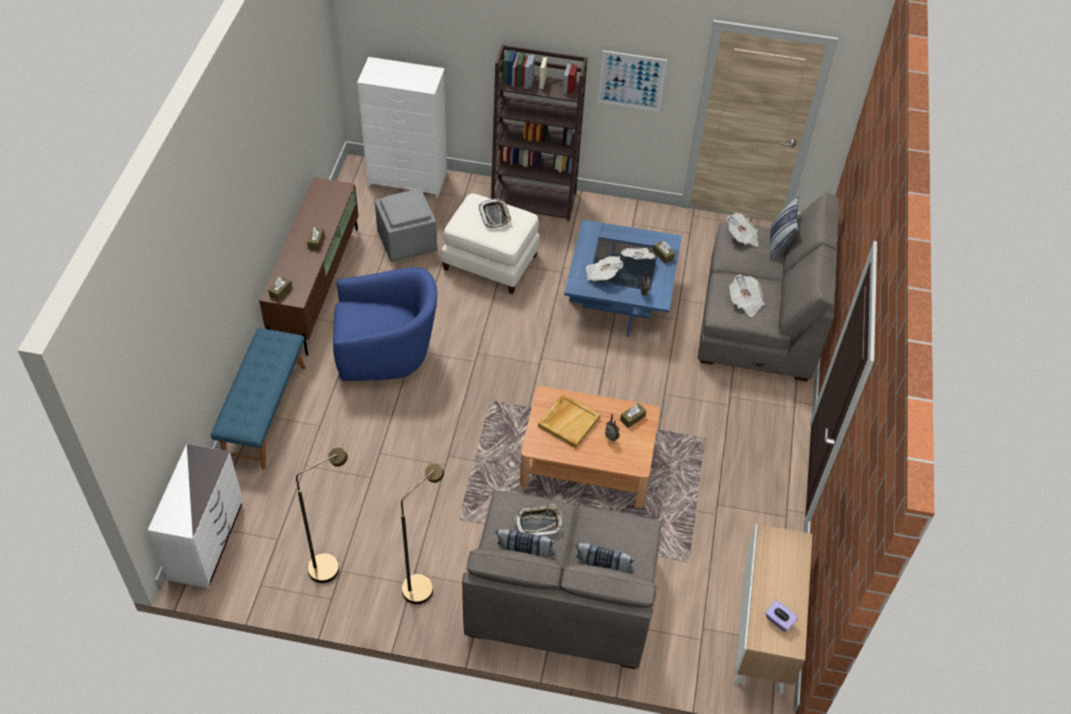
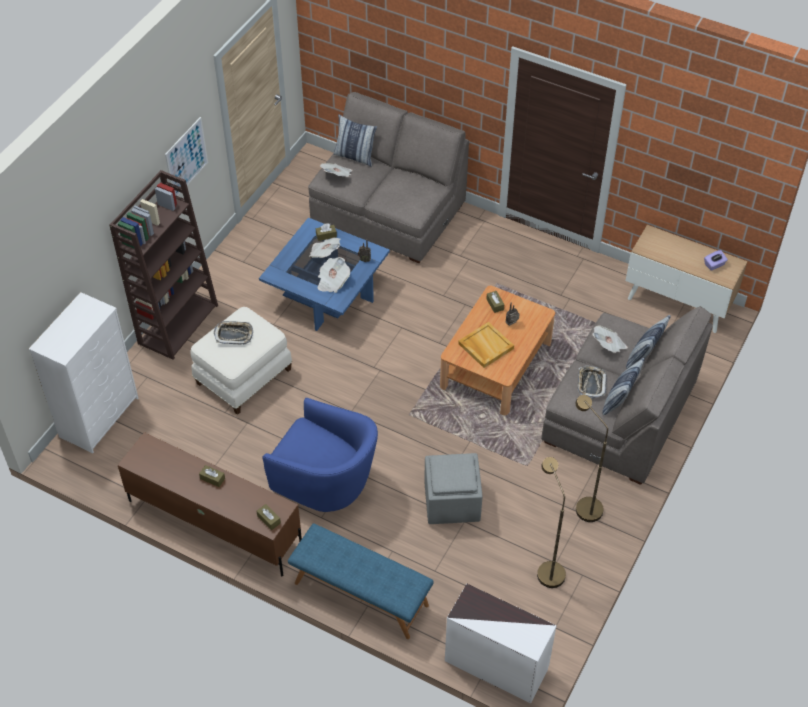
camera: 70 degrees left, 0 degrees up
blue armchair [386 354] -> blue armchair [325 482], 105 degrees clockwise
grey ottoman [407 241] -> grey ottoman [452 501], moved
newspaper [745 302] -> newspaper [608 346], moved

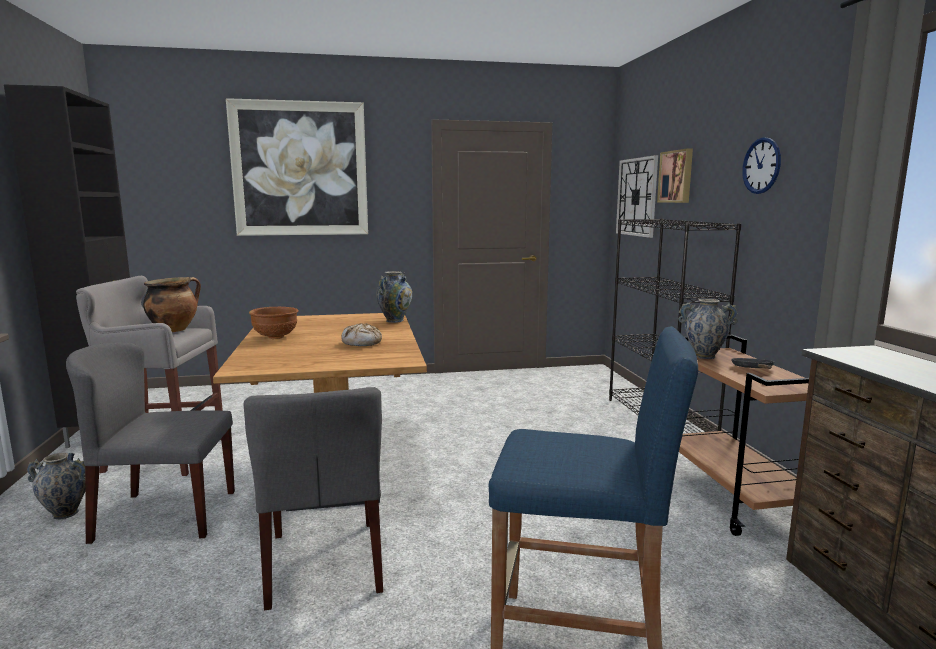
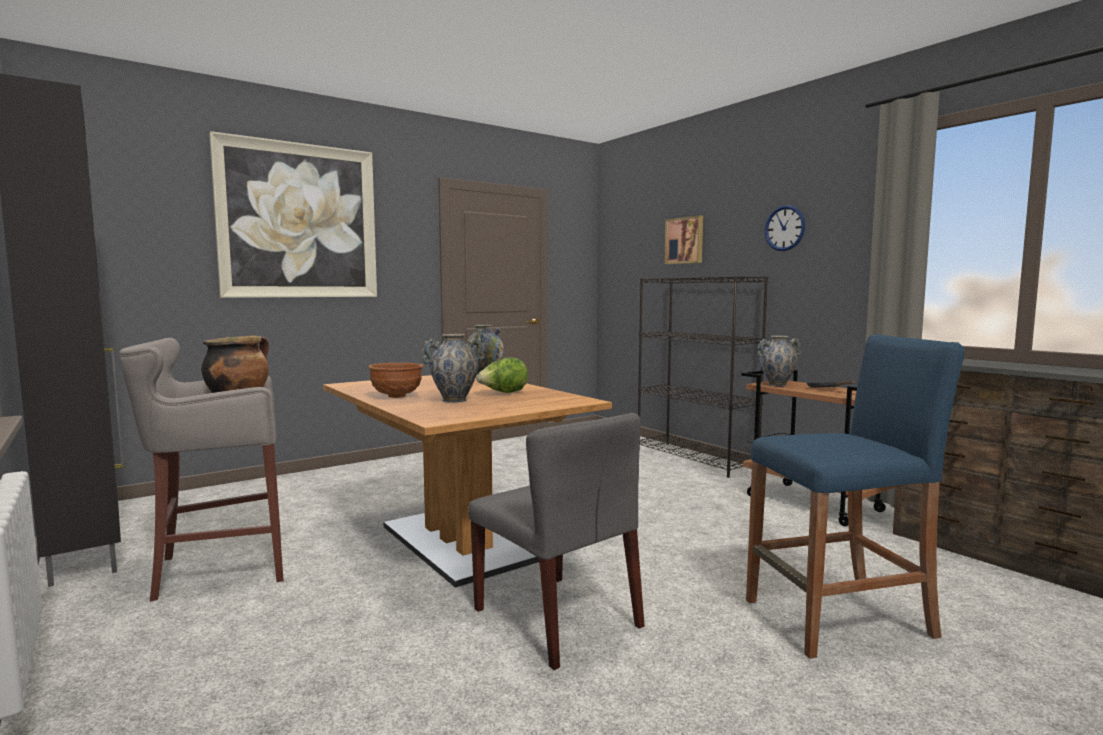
camera: 25 degrees left, 5 degrees down
vase [65 513] -> vase [454 400], moved
grey chair [165 515] -> none
bread [362 343] -> lettuce [503 393]
wall clock [637 197] -> none

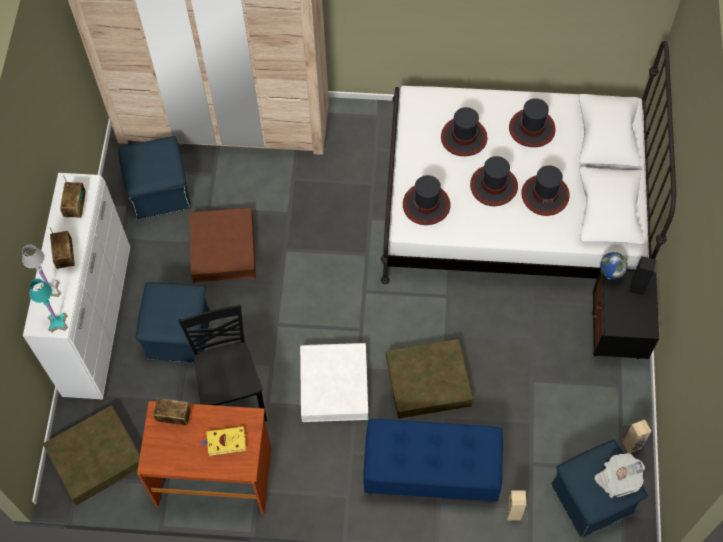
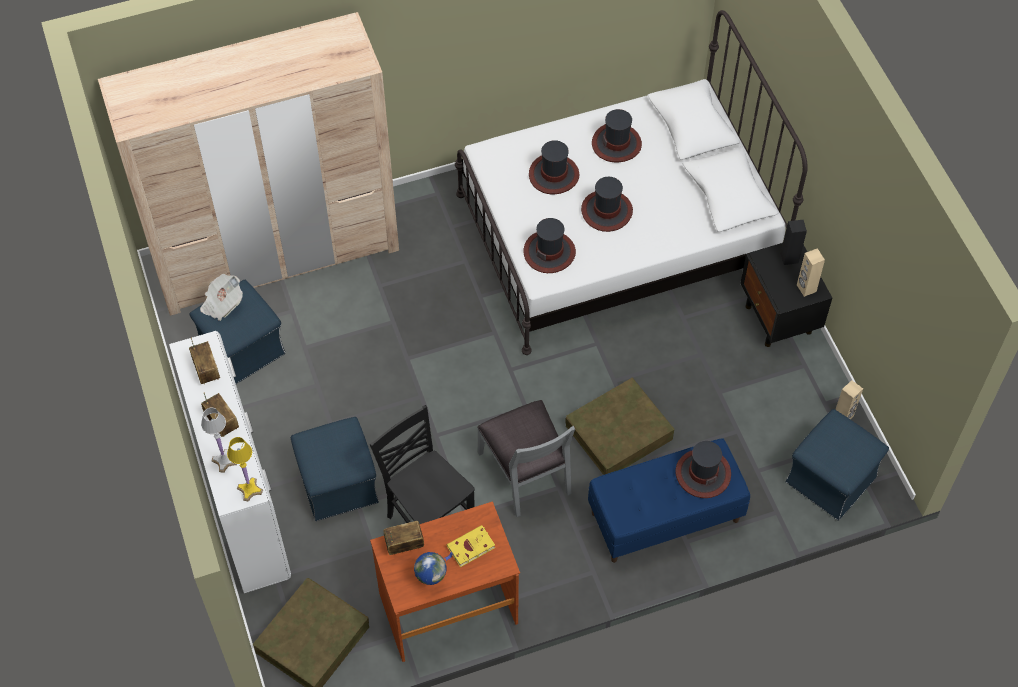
camera: 25 degrees left, 5 degrees down
turquoise table lamp [58 323] -> yellow table lamp [250 490]
brown storage box [223 249] -> none
white storage box [334 386] -> grey chair [526 472]
beige speaker [513 513] -> beige speaker [806 288], moved
hat [545 195] -> hat [702 473], moved
newspaper [617 479] -> newspaper [222 304], moved
globe [609 276] -> globe [431 581], moved

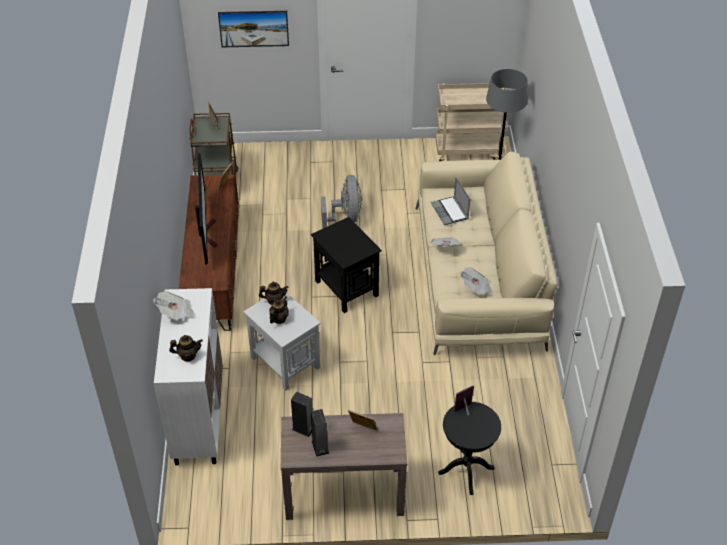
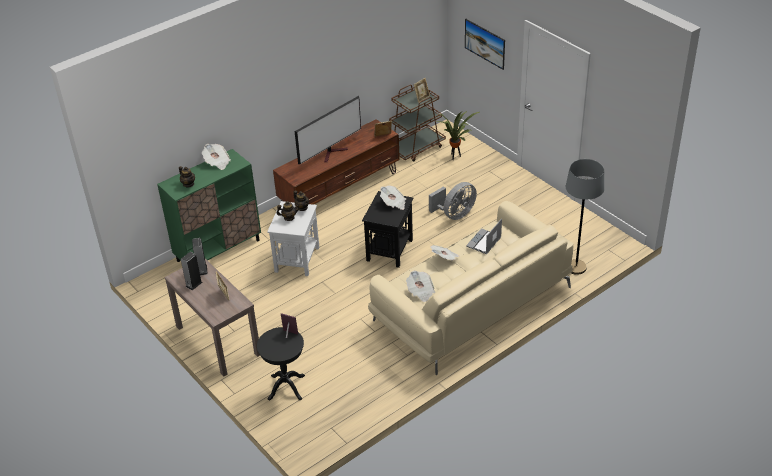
camera: 55 degrees right, 5 degrees down
white cabinet [199 419] -> green cabinet [219 250]
beige cart [469 150] -> none
none -> newspaper [393 203]
none -> potted plant [455 157]

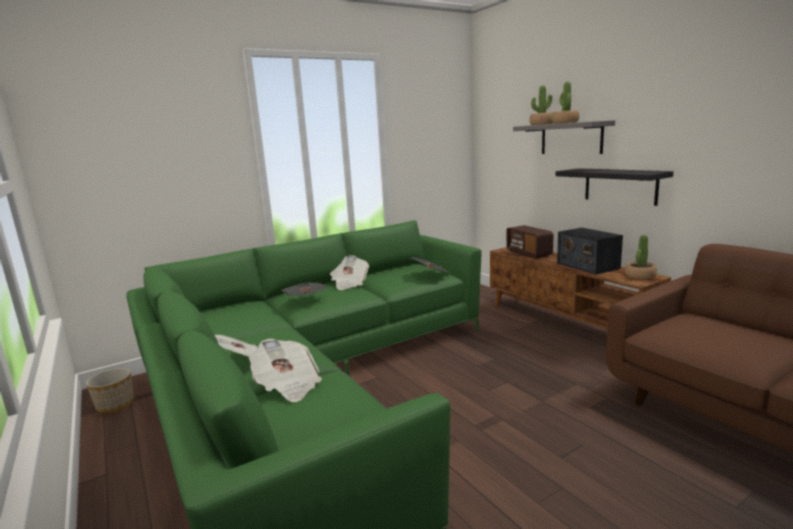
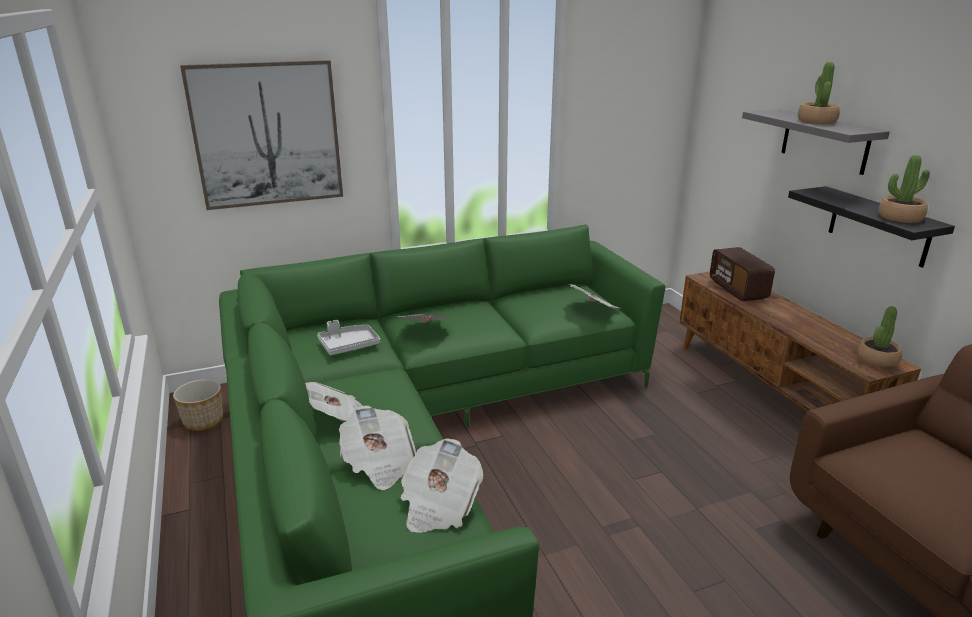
camera: 10 degrees right, 10 degrees up
newspaper [349 283] -> newspaper [439 505], moved
potted plant [542 124] -> potted plant [900 217], moved
radio [587 265] -> none
none -> picture [267 135]
none -> grey tray [348 346]

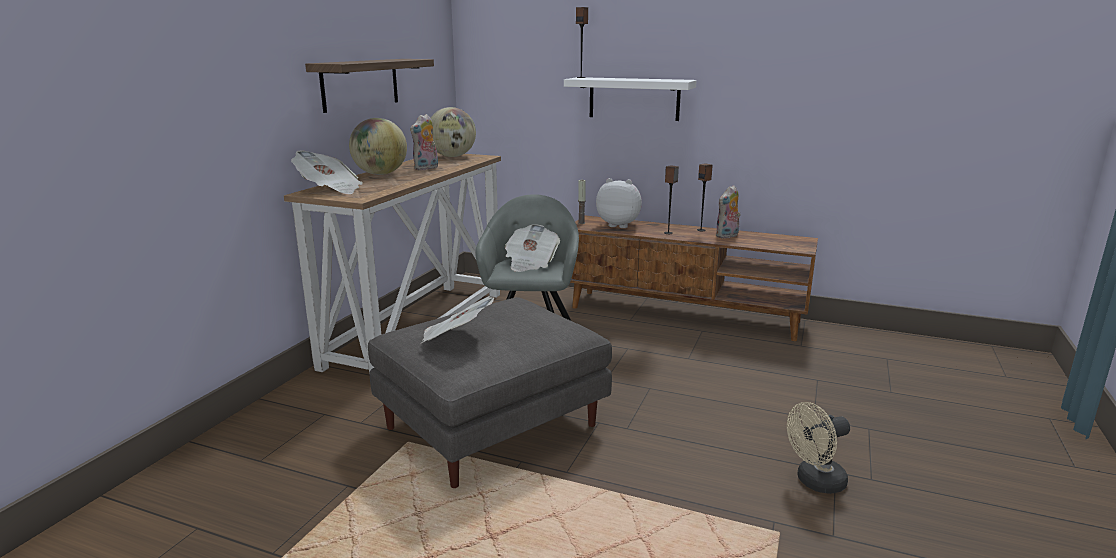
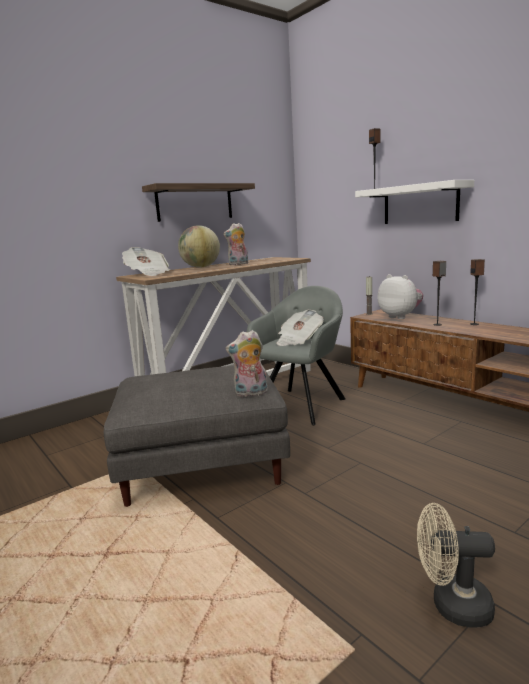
camera: 30 degrees right, 5 degrees down
newspaper [456 338] -> none
globe [452 156] -> none
plush toy [727 236] -> plush toy [250 394], moved

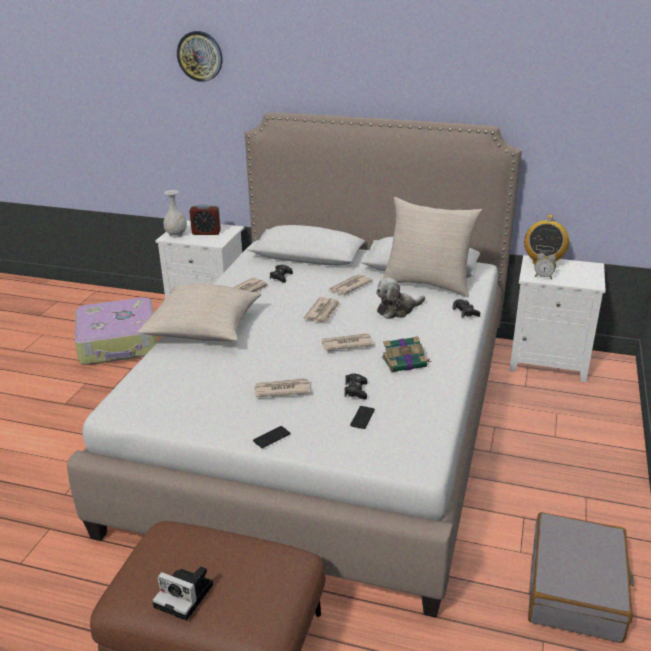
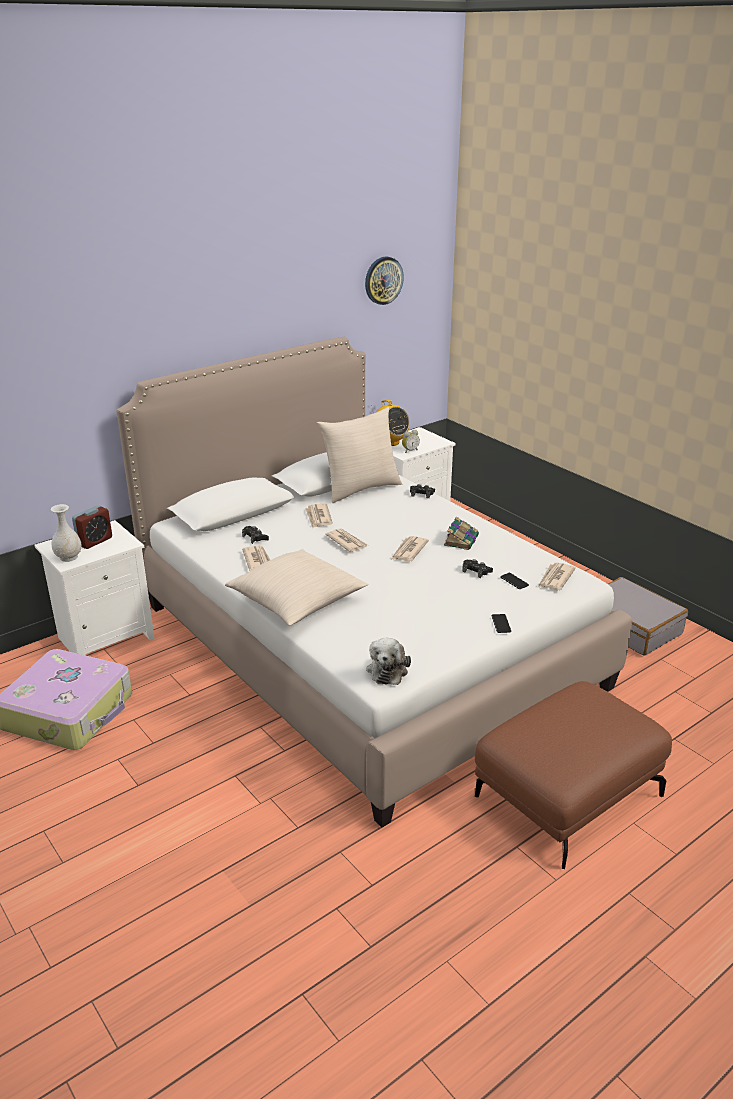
camera: 55 degrees left, 0 degrees up
photo camera [186 596] -> none
wall clock [200 56] -> wall clock [383 280], moved
newspaper [281 390] -> newspaper [555 578], moved
plush toy [397 310] -> plush toy [388 669], moved

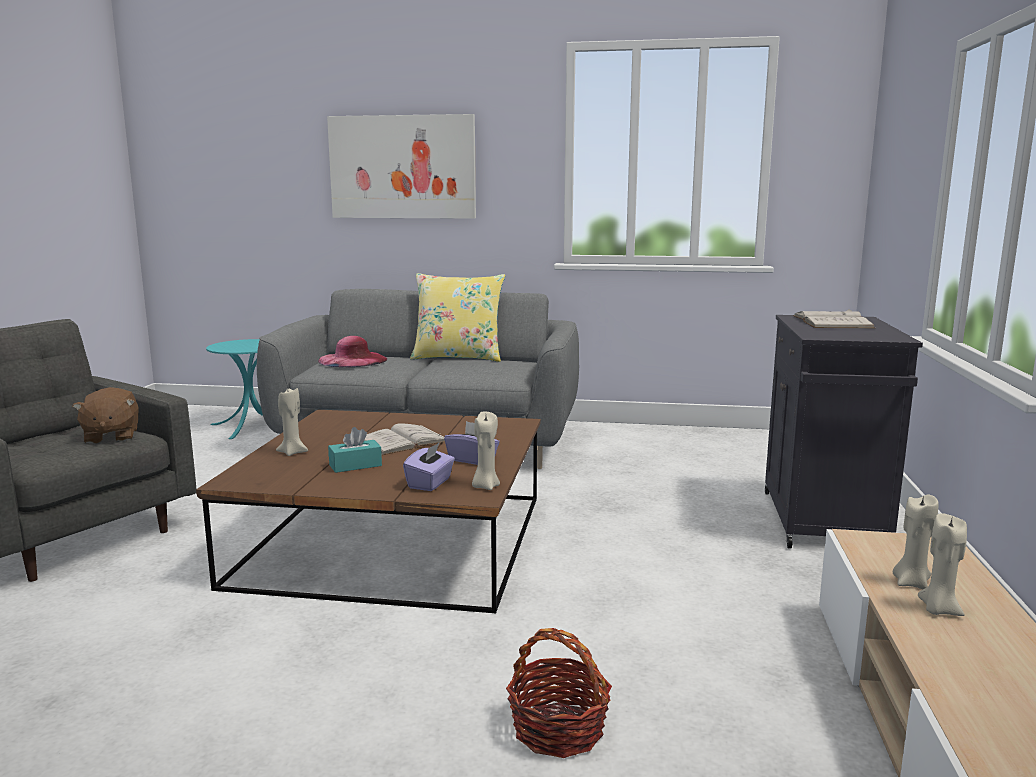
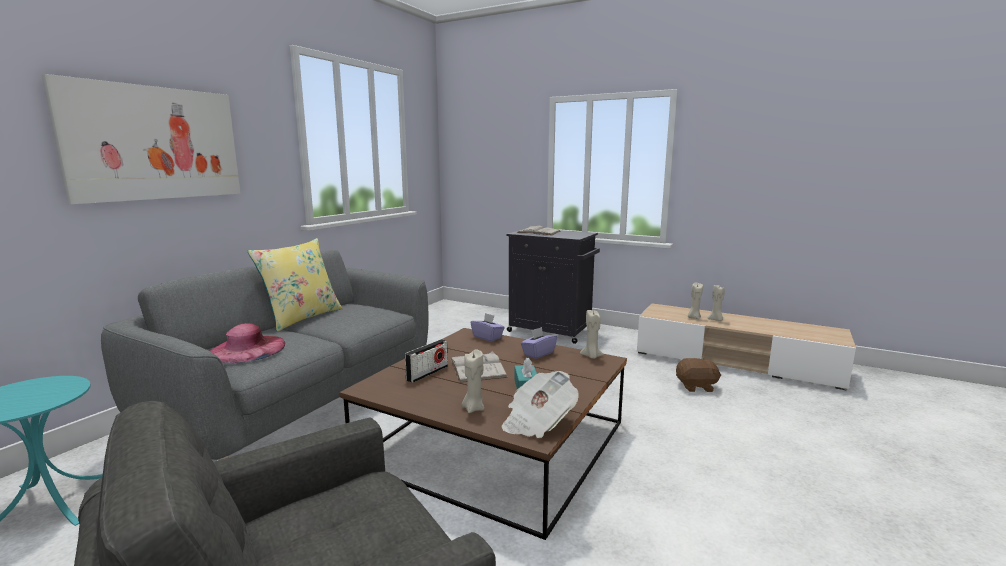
camera: 70 degrees left, 0 degrees up
brown plush toy [111 437] -> brown plush toy [696 387], moved
purple tissue box [430 483] -> purple tissue box [487 337], moved
basket [558 729] -> none
none -> radio [427 373]
none -> newspaper [537 422]

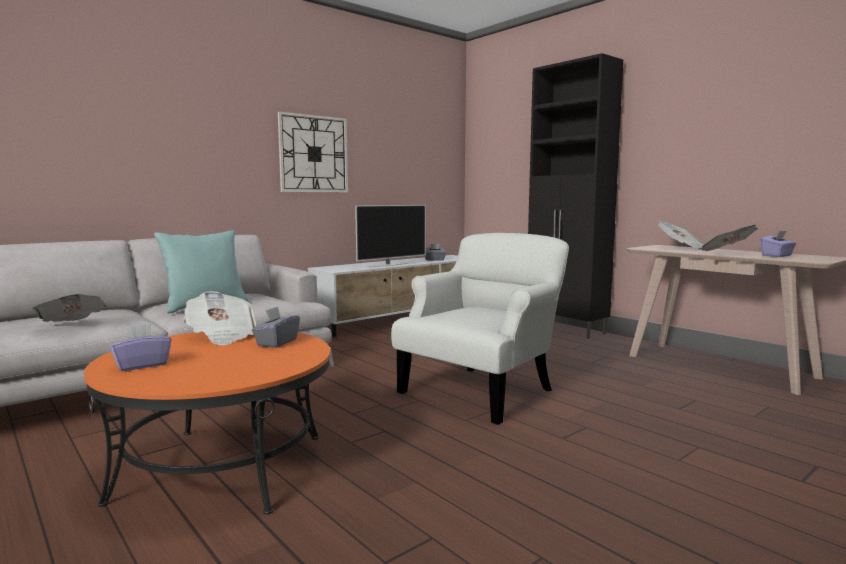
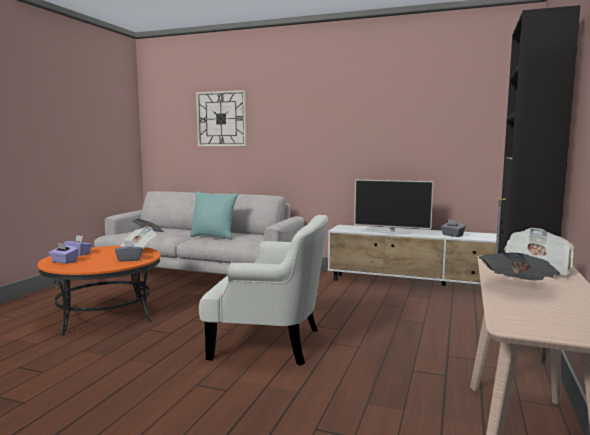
camera: 60 degrees right, 0 degrees up
wall clock [313 154] -> wall clock [221 119], moved
purple tissue box [777 256] -> purple tissue box [64 261], moved

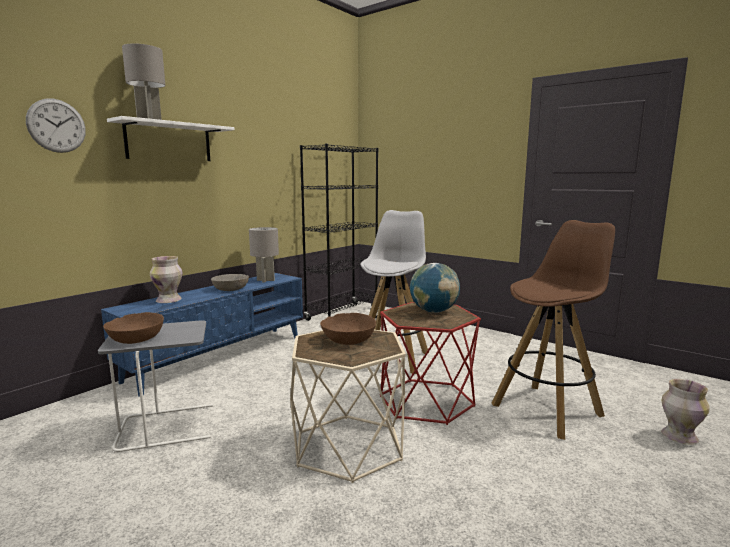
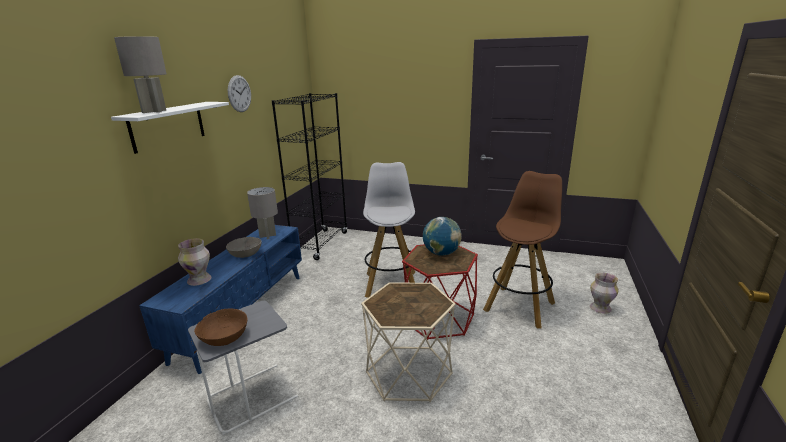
camera: 20 degrees left, 10 degrees up
wall clock [56 126] -> wall clock [239 93], moved
brown bowl [348 339] -> none

